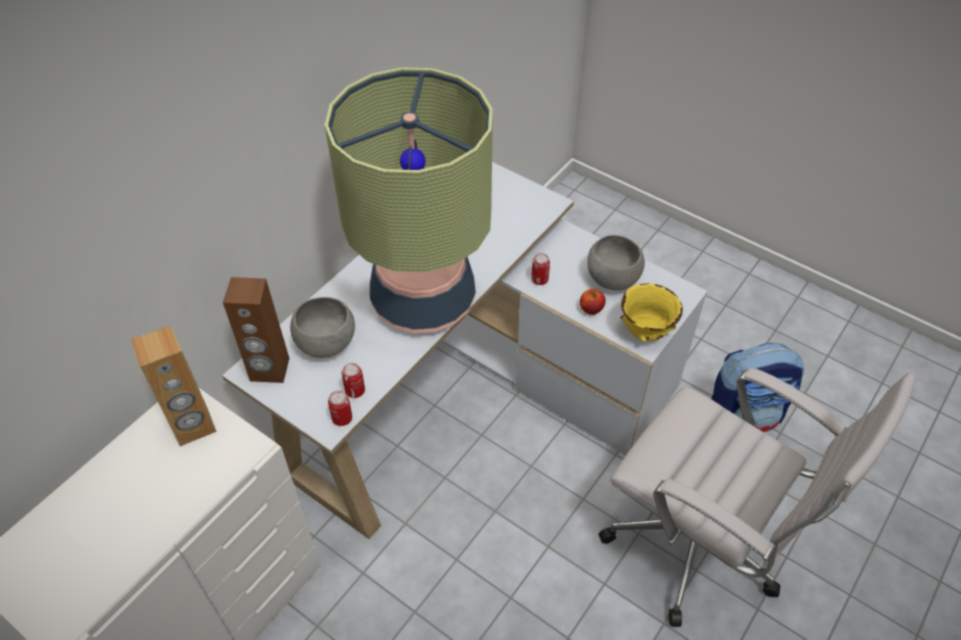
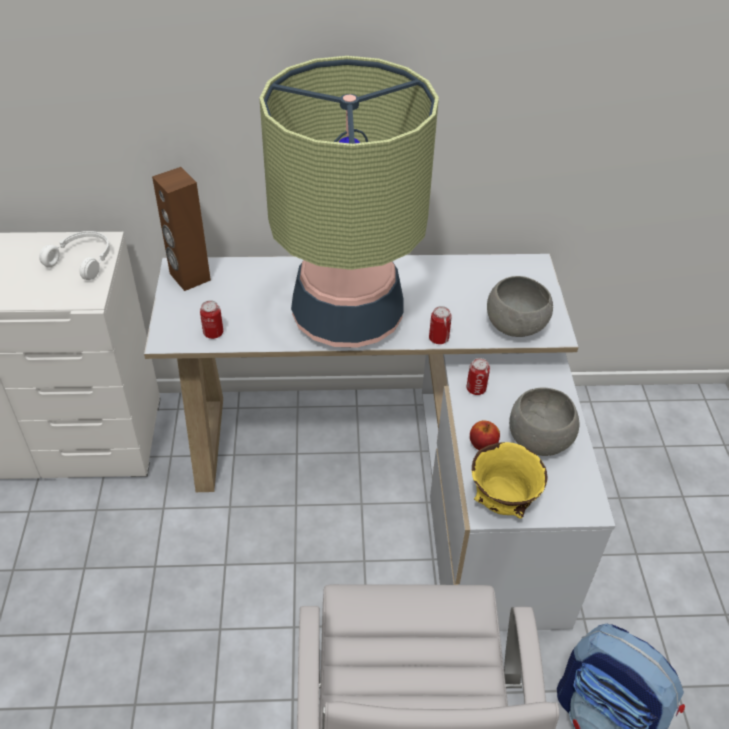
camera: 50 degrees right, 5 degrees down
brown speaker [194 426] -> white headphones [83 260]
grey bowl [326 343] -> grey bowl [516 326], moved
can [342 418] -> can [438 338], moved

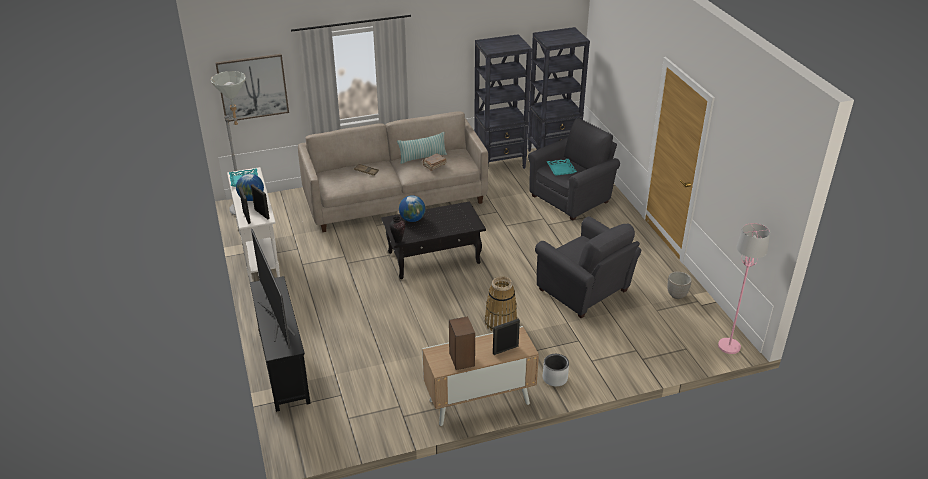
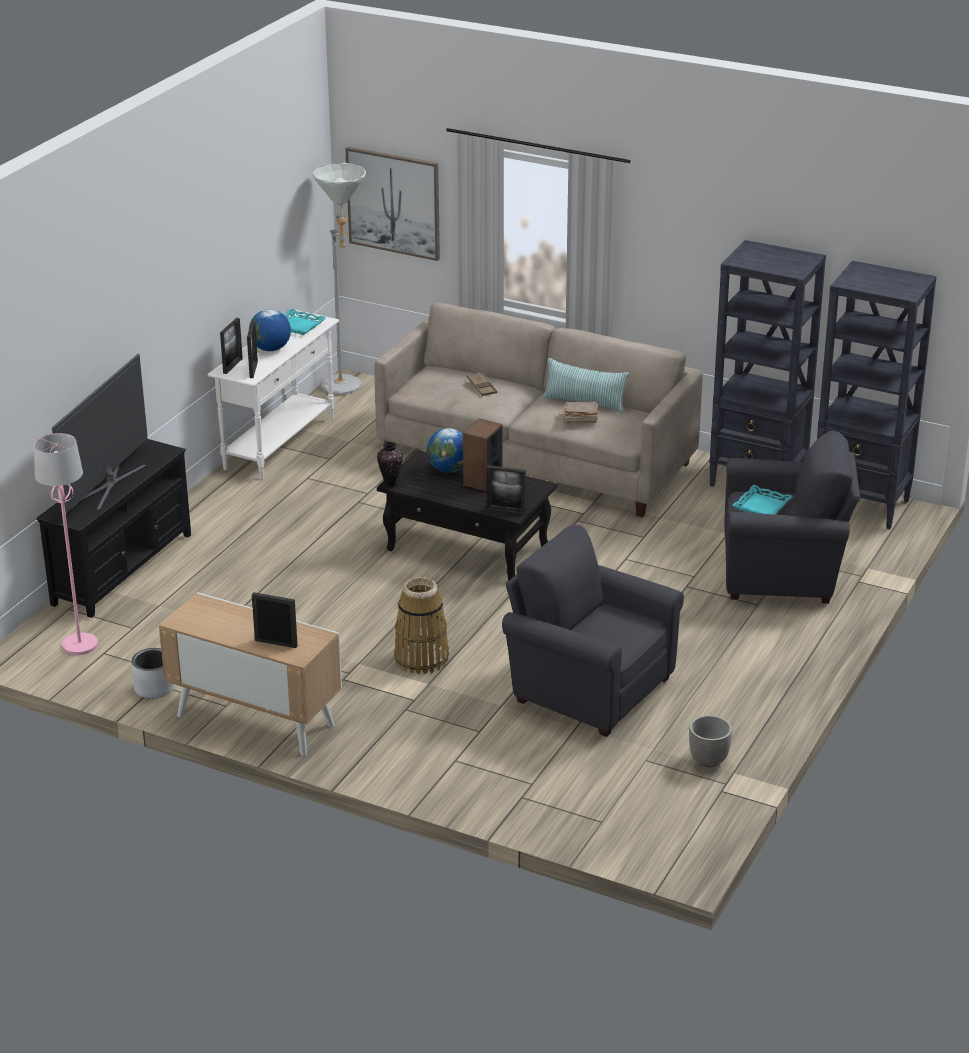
camera: 45 degrees right, 5 degrees down
speaker [461 359] -> speaker [482 480], moved
grey armchair [585 292] -> grey armchair [588 687], 120 degrees clockwise
grey planter [554 378] -> grey planter [154 688], moved
pink floor lamp [729 346] -> pink floor lamp [80 645], moved
none -> picture frame [506 511]

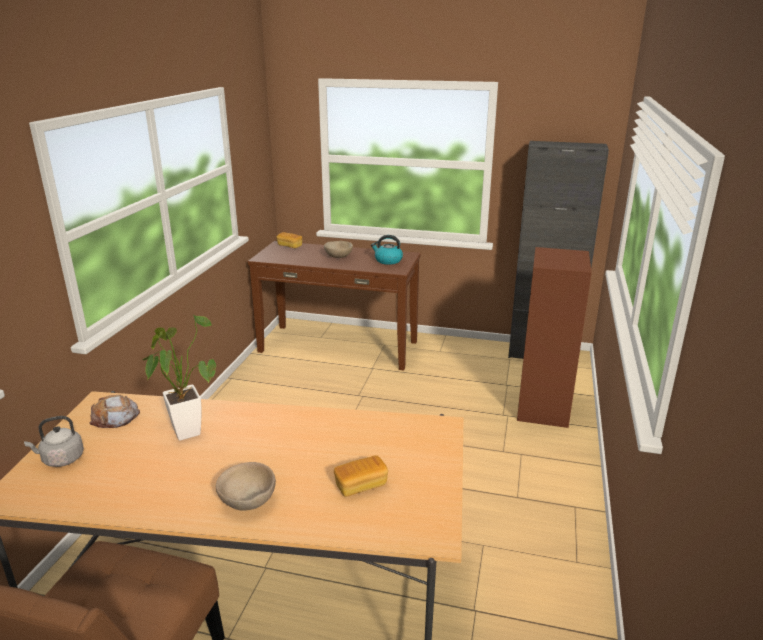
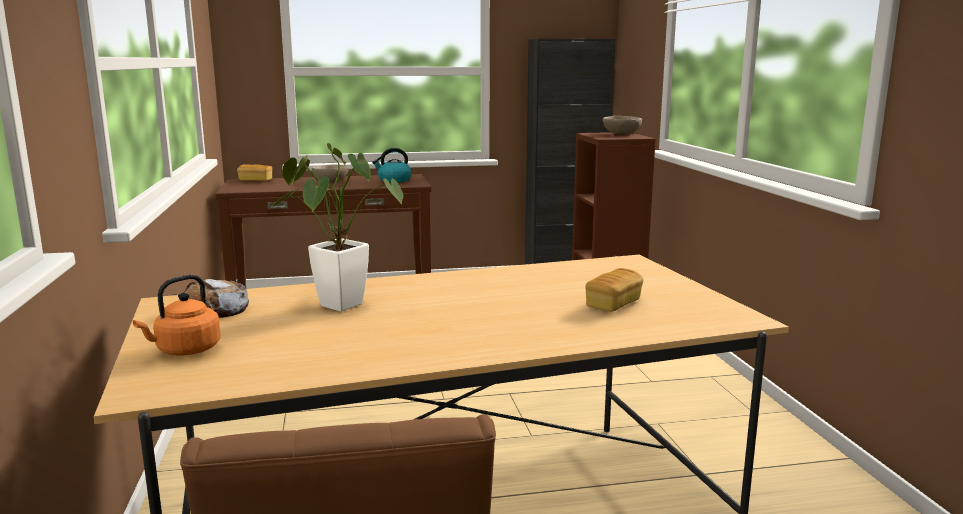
camera: 25 degrees left, 10 degrees down
grey kettle [61 459] -> orange kettle [185 350]
beige bowl [247 501] -> beige bowl [621 134], moved

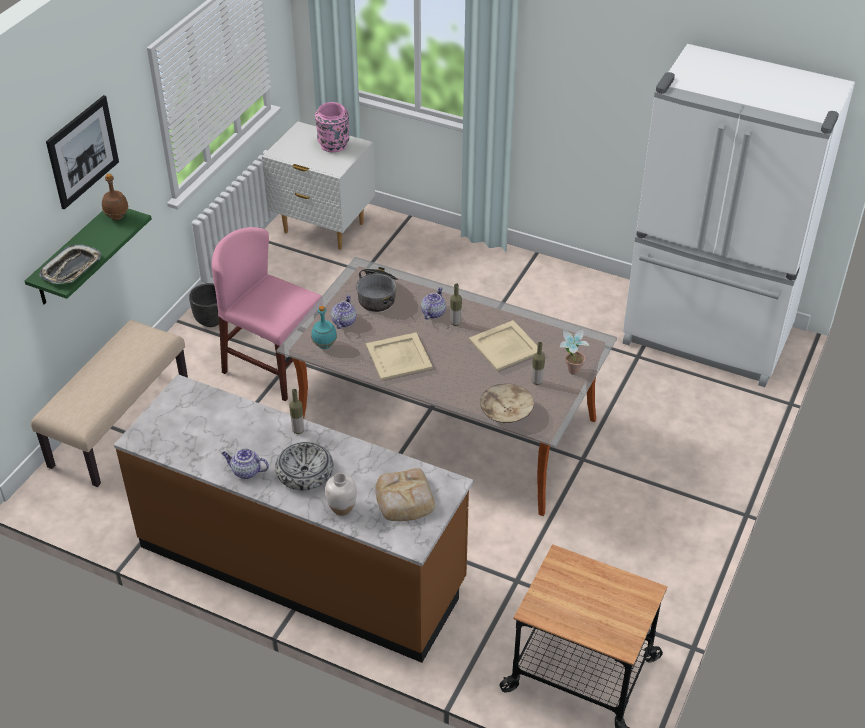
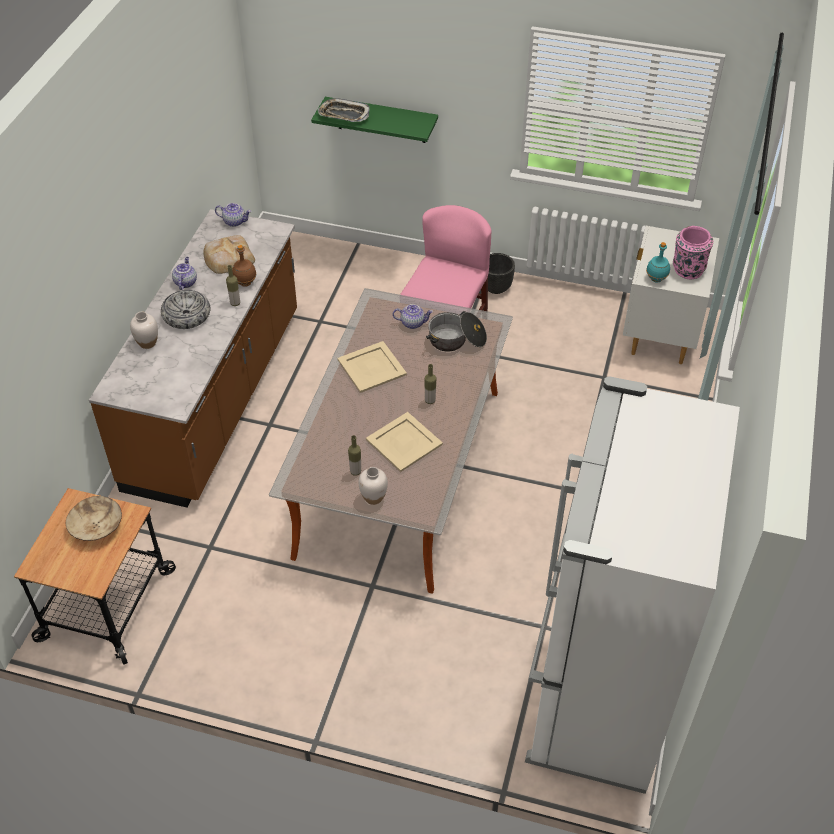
camera: 80 degrees right, 5 degrees up
beige bench [120 424] -> none
picture [82 151] -> none
brown bottle [117 217] -> brown bottle [245 283], moved
turquoise bottle [325 345] -> turquoise bottle [656 279], moved
bread [404 499] -> bread [228 258], moved
teapot [433 312] -> teapot [235 221], moved
beige bowl [506 412] -> beige bowl [96 526], moved
potted plant [571 373] -> white vase [373 498]

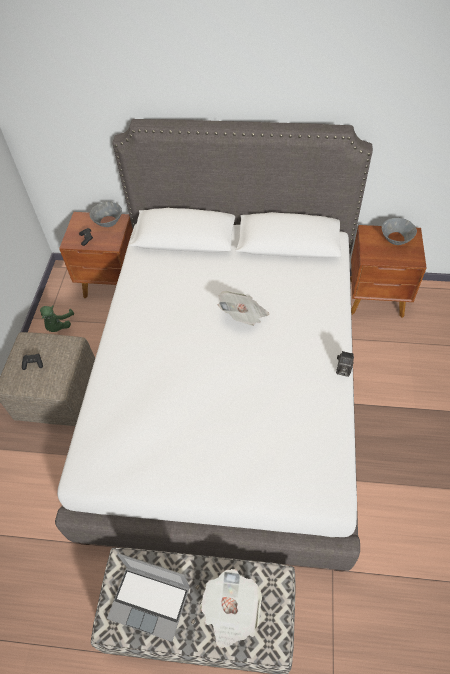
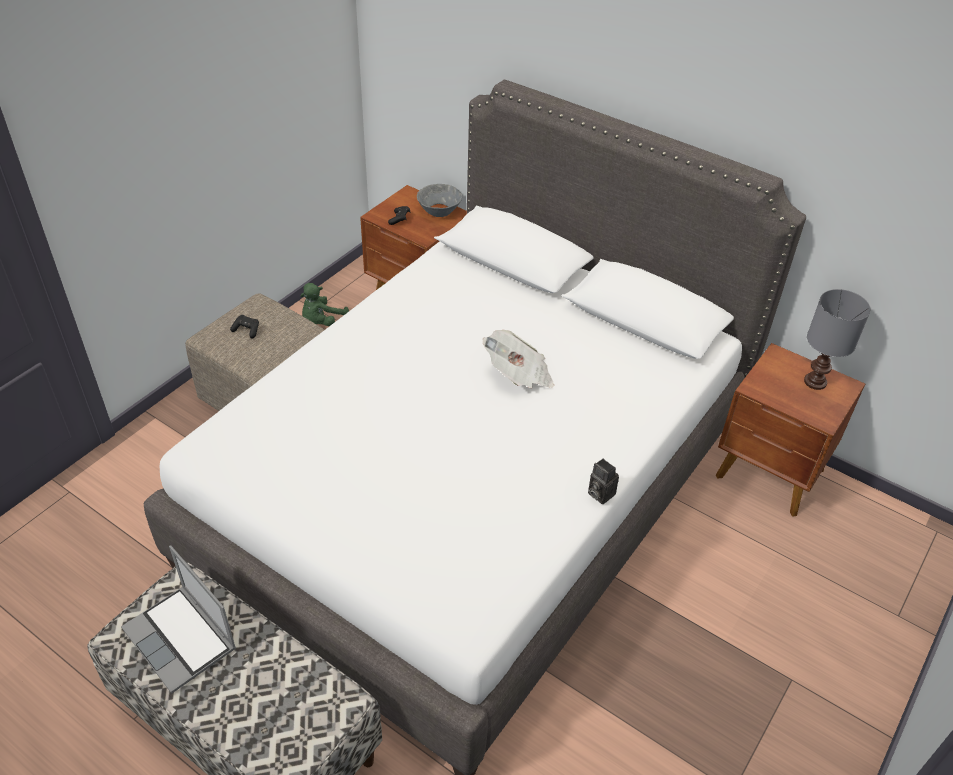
camera: 25 degrees right, 10 degrees down
newspaper [231 612] -> none
grey bowl [396 239] -> grey table lamp [814 381]

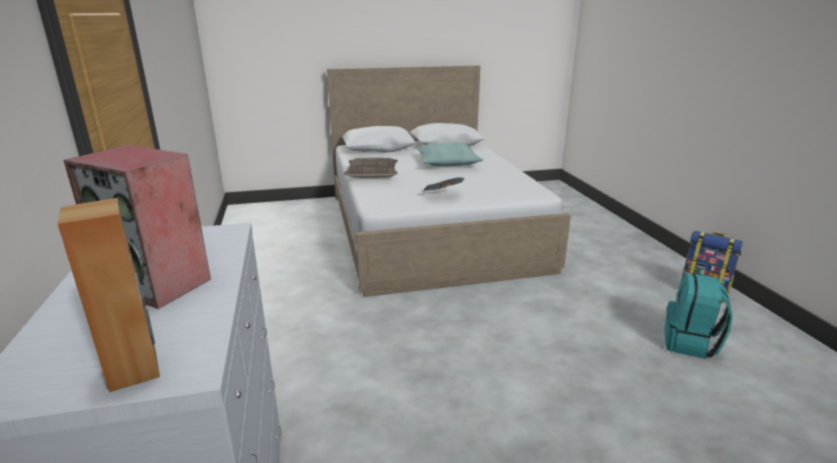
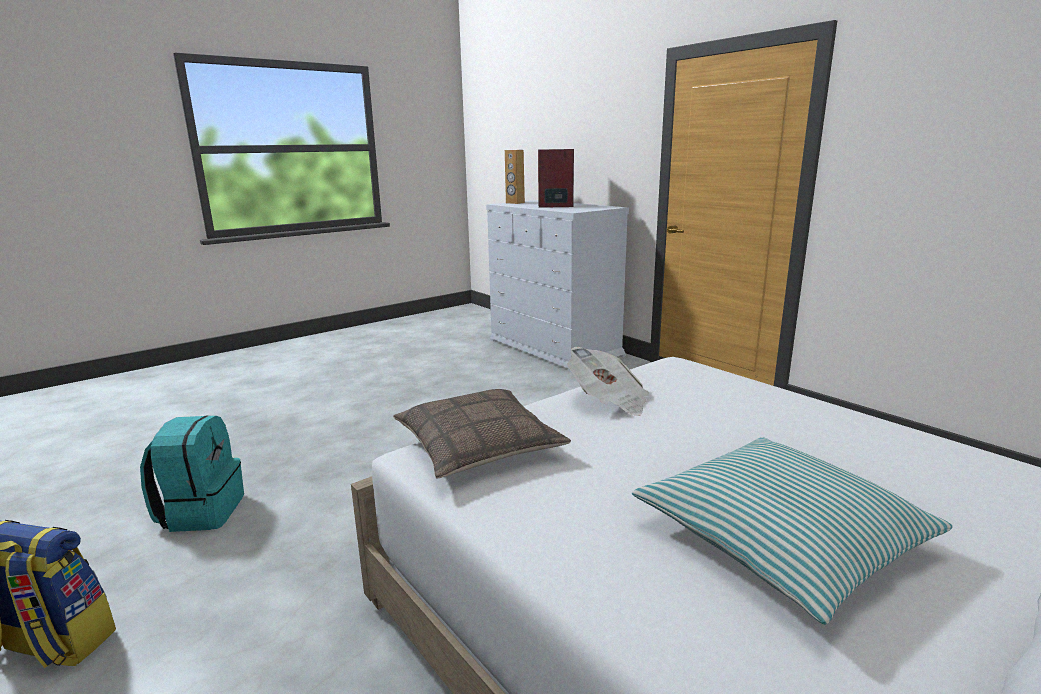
camera: 155 degrees right, 5 degrees down
pillow [372 174] -> pillow [478 447], moved

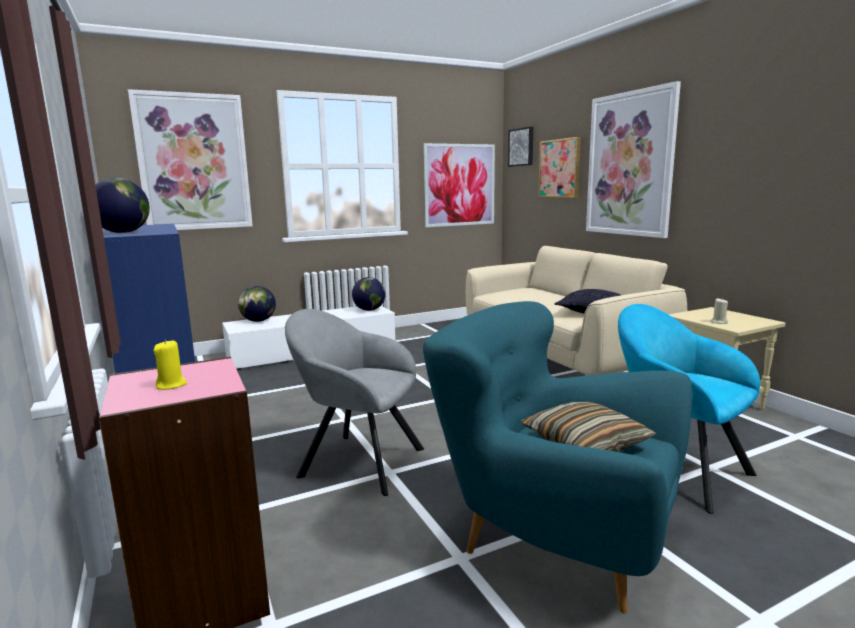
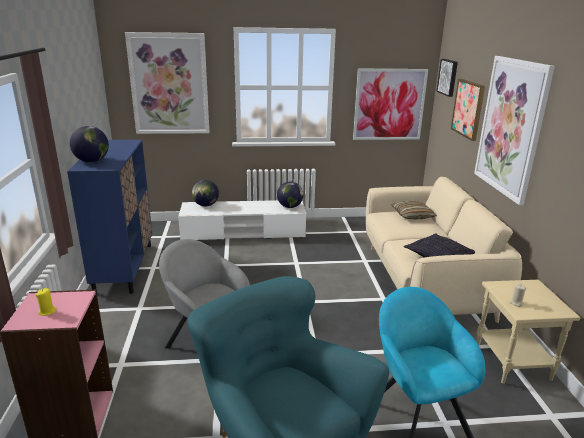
camera: 20 degrees right, 10 degrees up
pillow [585 443] -> pillow [412 215], moved

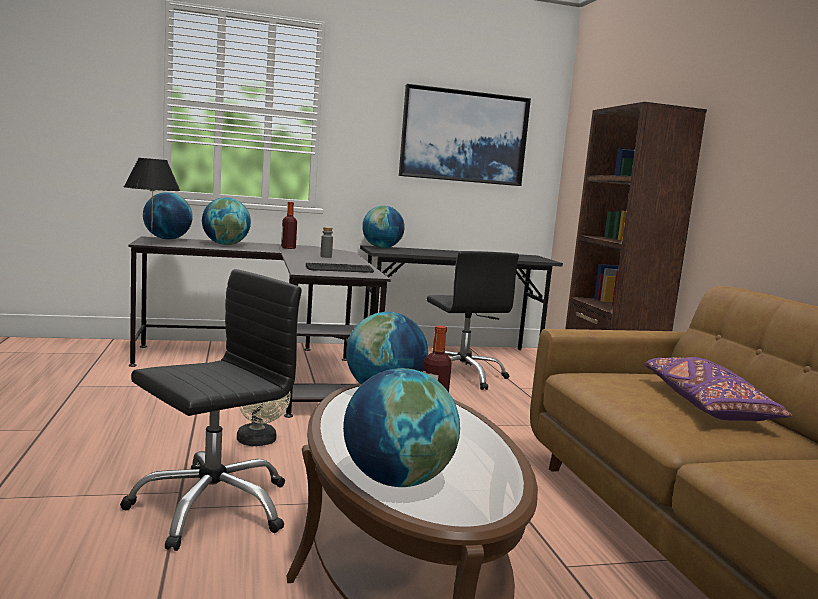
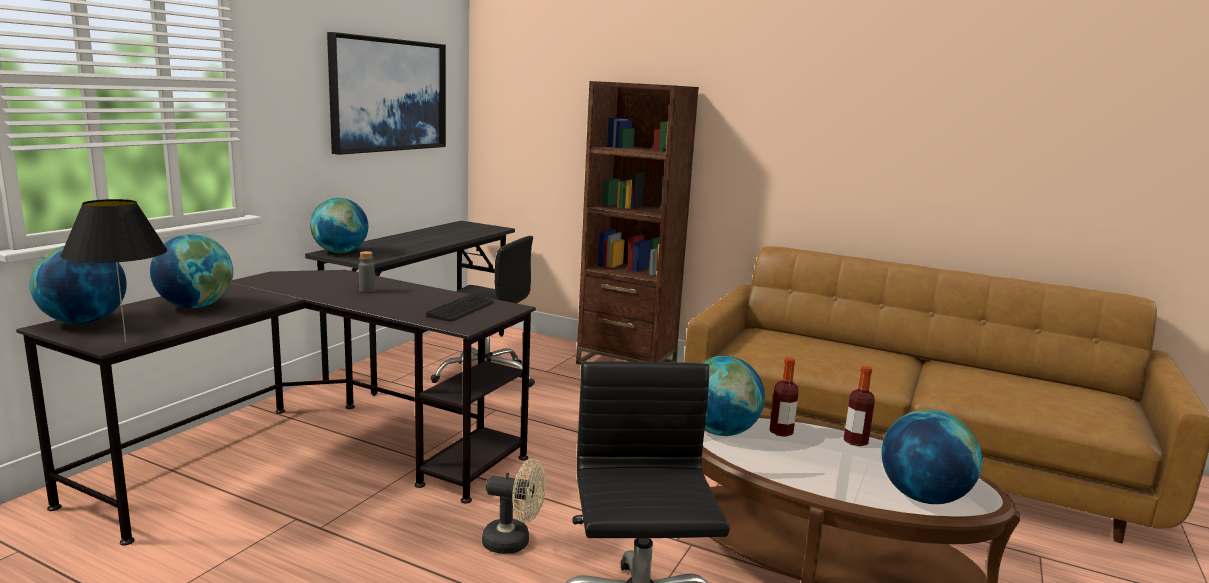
camera: 50 degrees left, 5 degrees up
bottle [288 248] -> bottle [855 441], moved
purple pillow [705 405] -> none

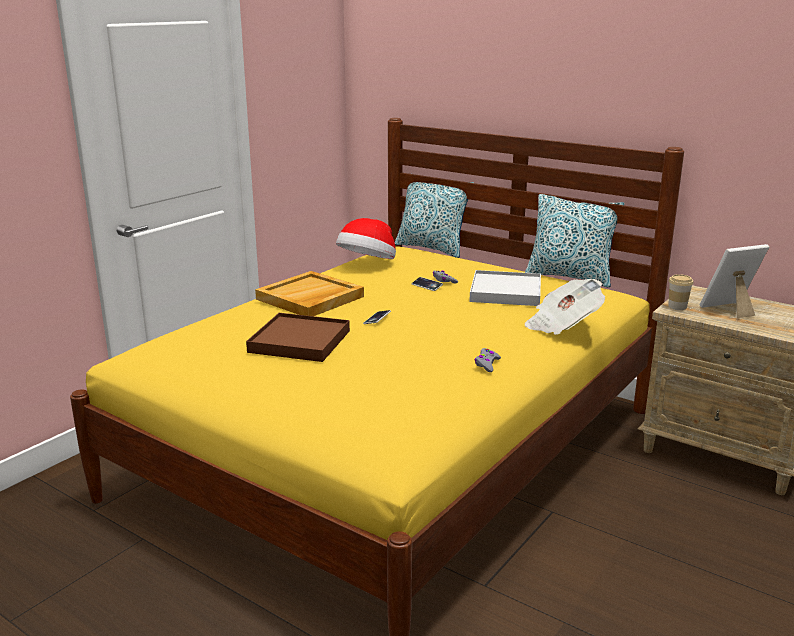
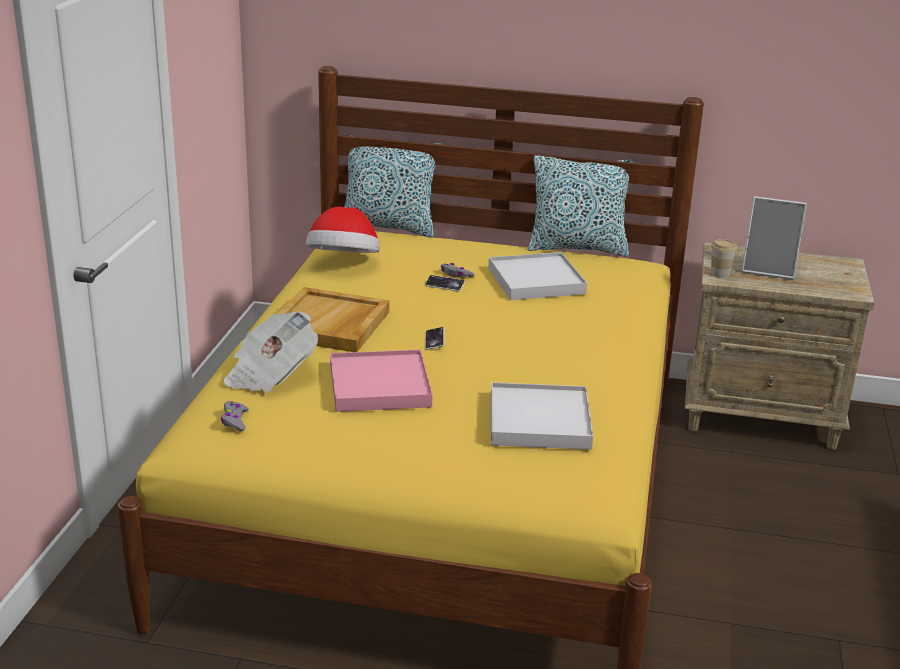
camera: 25 degrees left, 5 degrees up
brown tray [300 341] -> pink tray [380 386]
grey game controller [487 364] -> grey game controller [234 420], moved
newspaper [562 325] -> newspaper [270 375], moved
picture frame [730 310] -> picture frame [769 269], 120 degrees counterclockwise
none -> white tray [539 421]

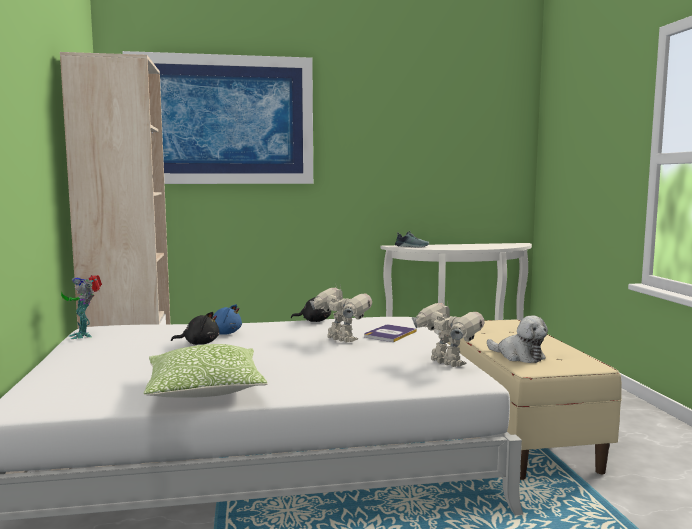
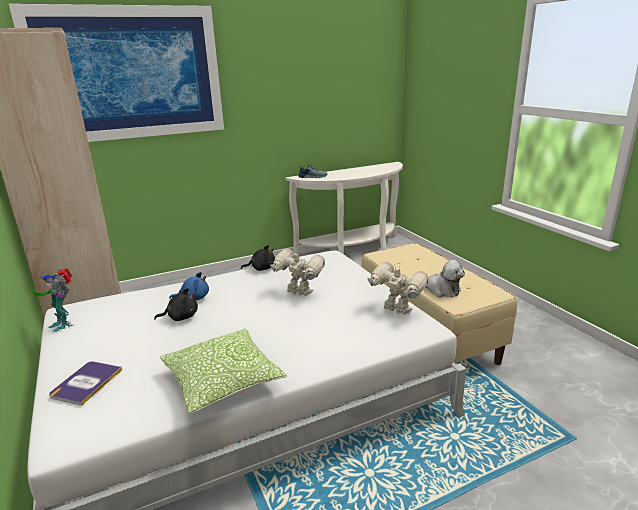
camera: 15 degrees left, 15 degrees up
book [390 334] -> book [86 383], moved

